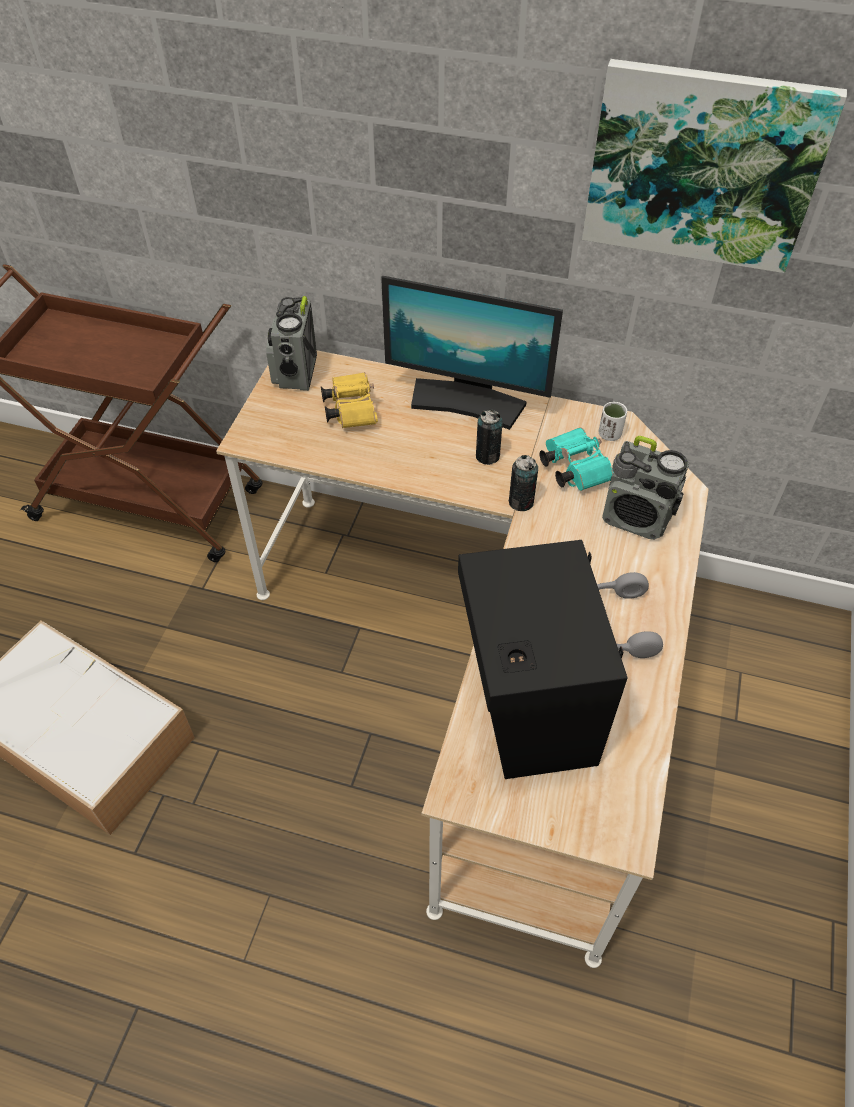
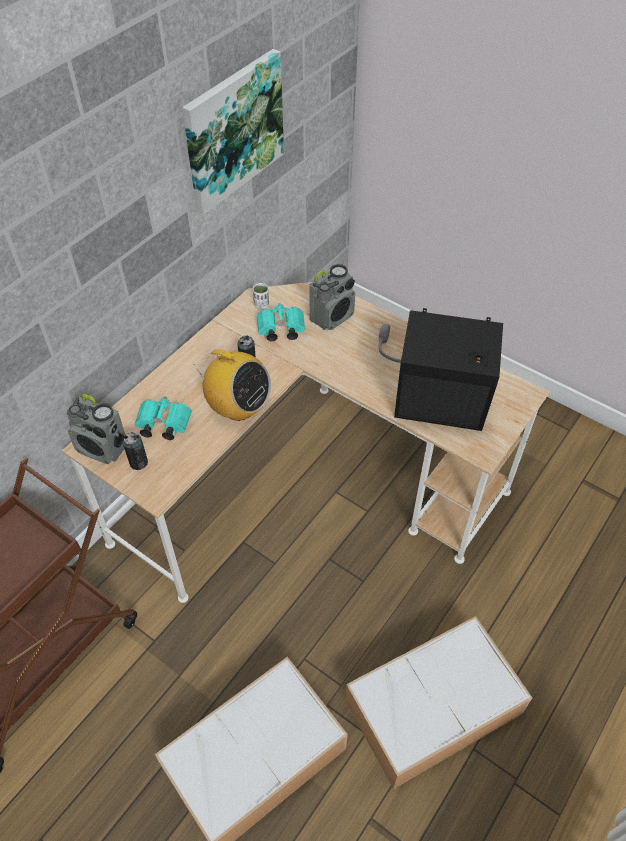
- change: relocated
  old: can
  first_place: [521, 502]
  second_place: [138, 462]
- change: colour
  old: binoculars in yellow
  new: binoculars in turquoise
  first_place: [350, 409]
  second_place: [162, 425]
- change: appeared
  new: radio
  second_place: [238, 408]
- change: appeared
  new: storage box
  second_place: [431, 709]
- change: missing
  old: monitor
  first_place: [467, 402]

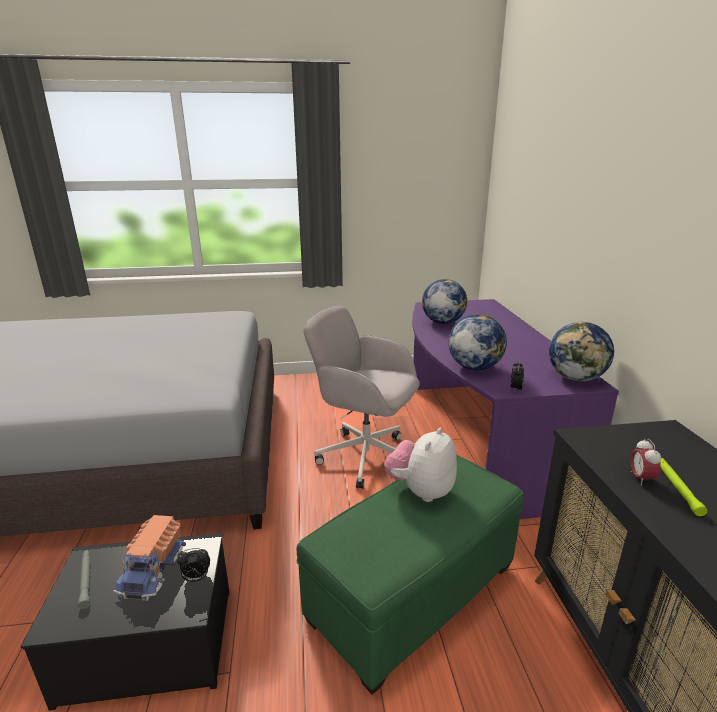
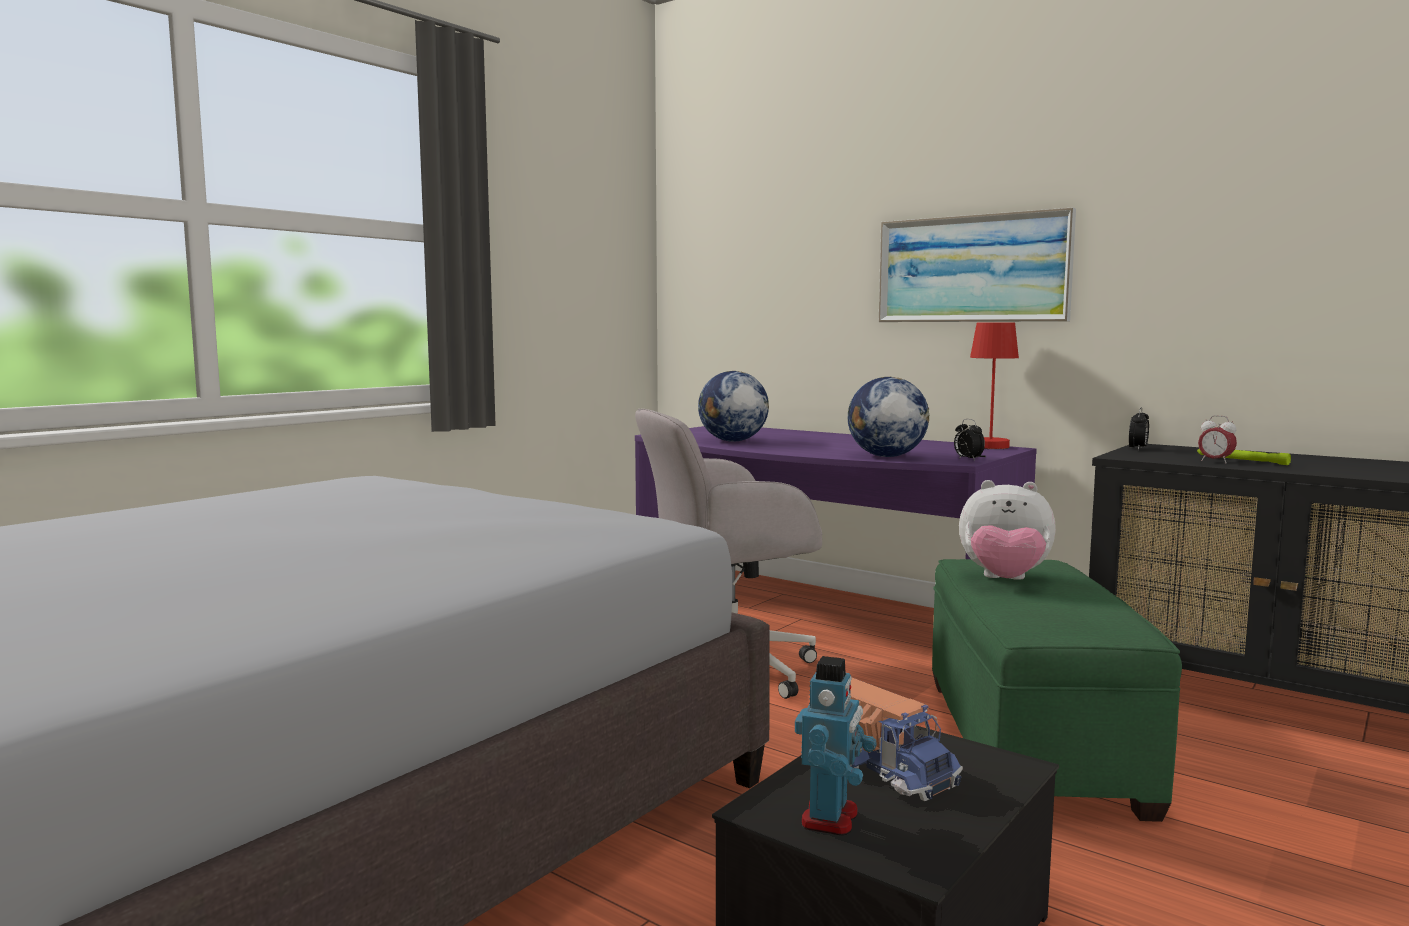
- change: exchanged
  old: flashlight in grey
  new: toy robot
  first_place: [86, 579]
  second_place: [831, 819]
- change: appeared
  new: picture
  second_place: [972, 269]
- change: spun
  old: plush toy
  first_place: [421, 490]
  second_place: [1004, 580]
  degrees: -60
- change: exchanged
  old: globe
  new: table lamp in red
  first_place: [576, 378]
  second_place: [986, 448]
- change: relocated
  old: alarm clock
  first_place: [196, 578]
  second_place: [1138, 449]

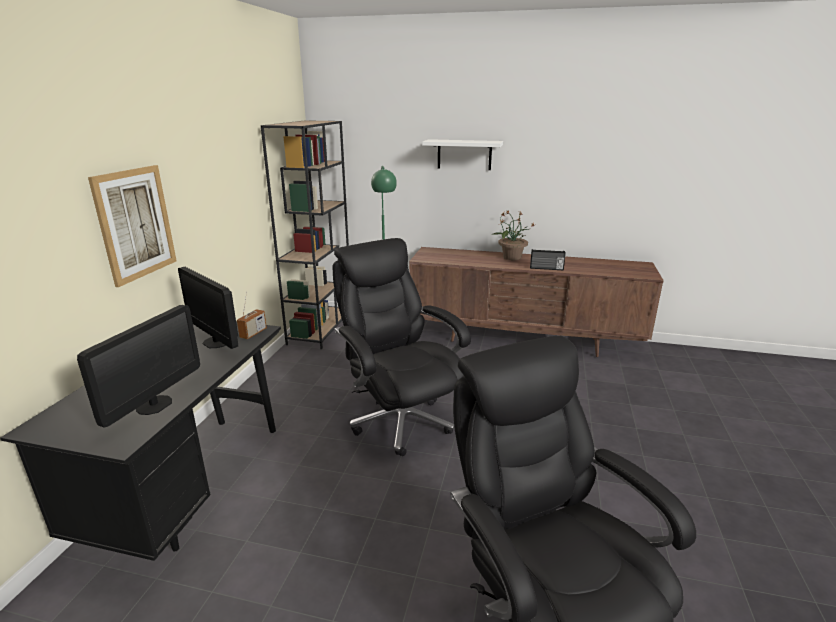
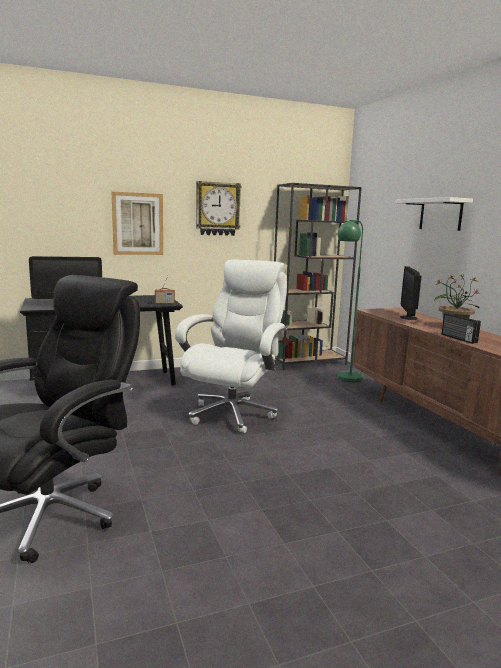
- change: colour
  old: office chair in black
  new: office chair in white
  first_place: [399, 421]
  second_place: [233, 413]
- change: appeared
  new: wall clock
  second_place: [217, 209]
- change: relocated
  old: monitor
  first_place: [216, 342]
  second_place: [408, 318]

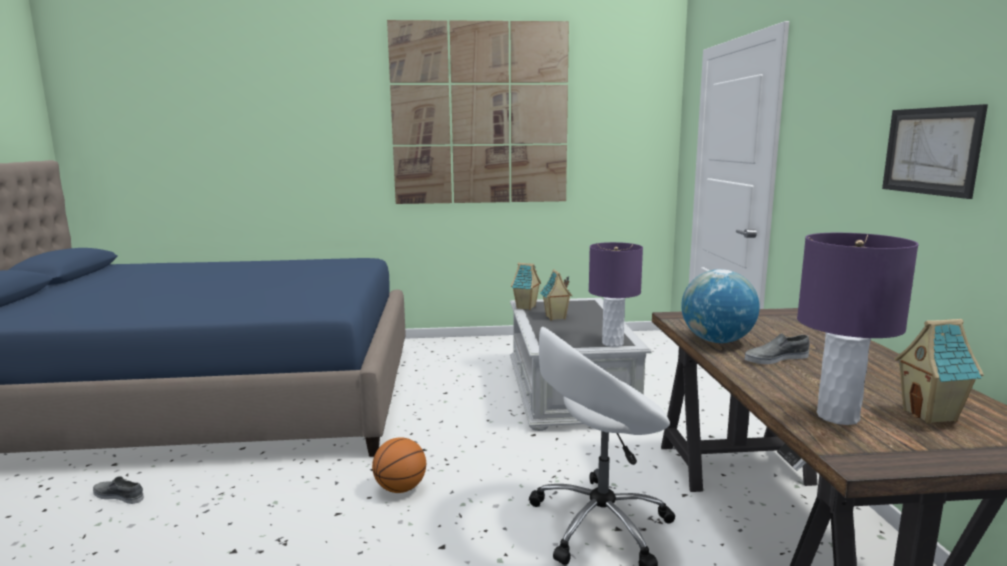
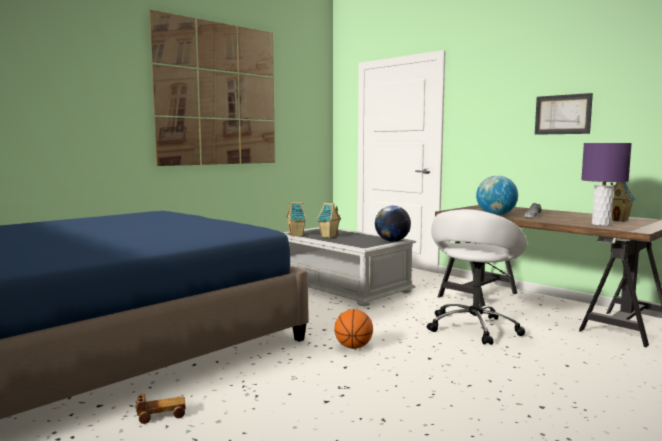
- change: exchanged
  old: shoe in grey
  new: toy car
  first_place: [119, 496]
  second_place: [161, 415]
- change: exchanged
  old: table lamp in purple
  new: globe
  first_place: [612, 343]
  second_place: [392, 241]

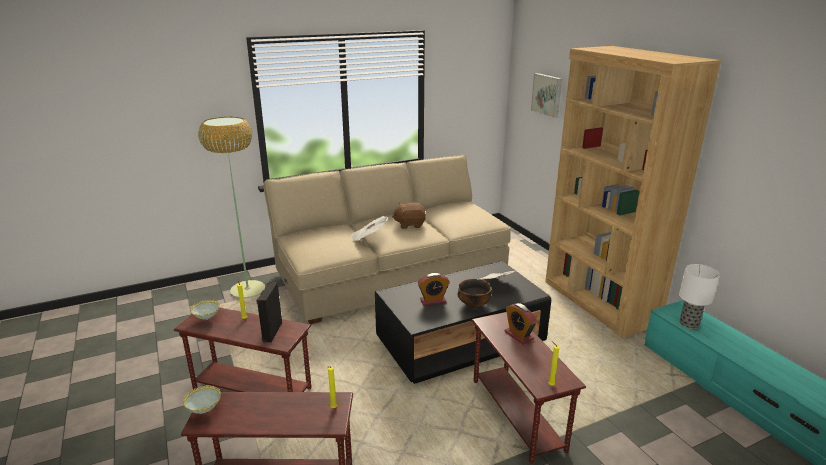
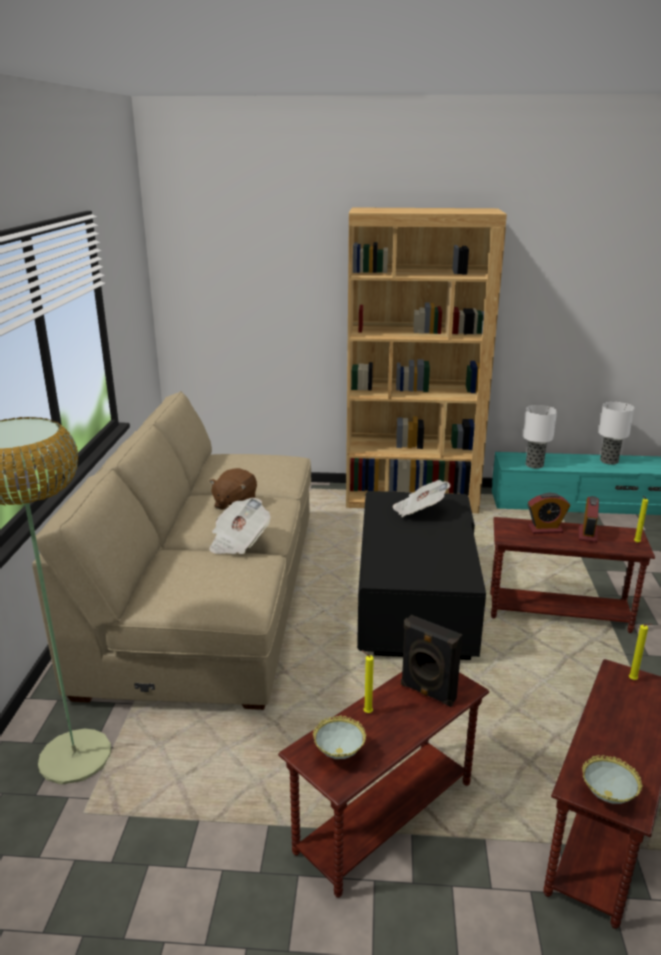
- change: relocated
  old: alarm clock
  first_place: [433, 301]
  second_place: [587, 534]
- change: appeared
  new: table lamp
  second_place: [609, 461]
- change: missing
  old: bowl
  first_place: [473, 305]
- change: missing
  old: picture
  first_place: [547, 95]

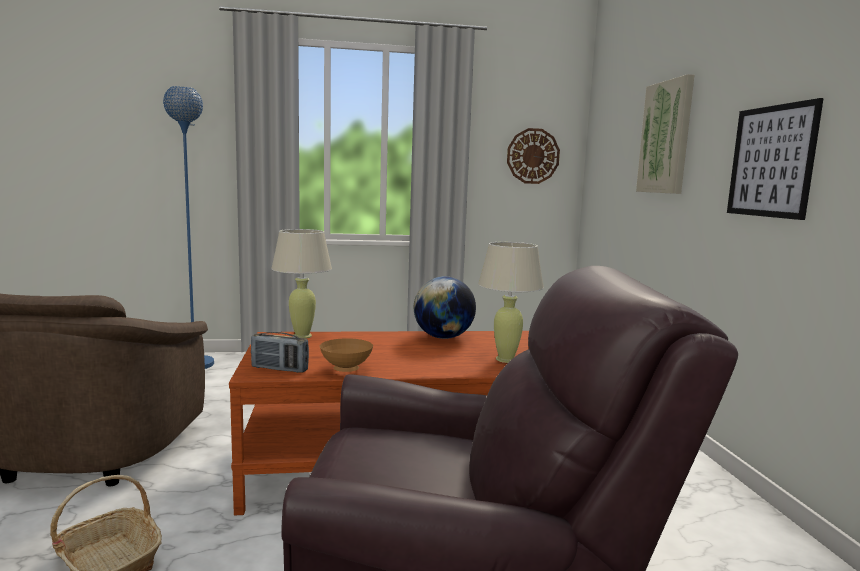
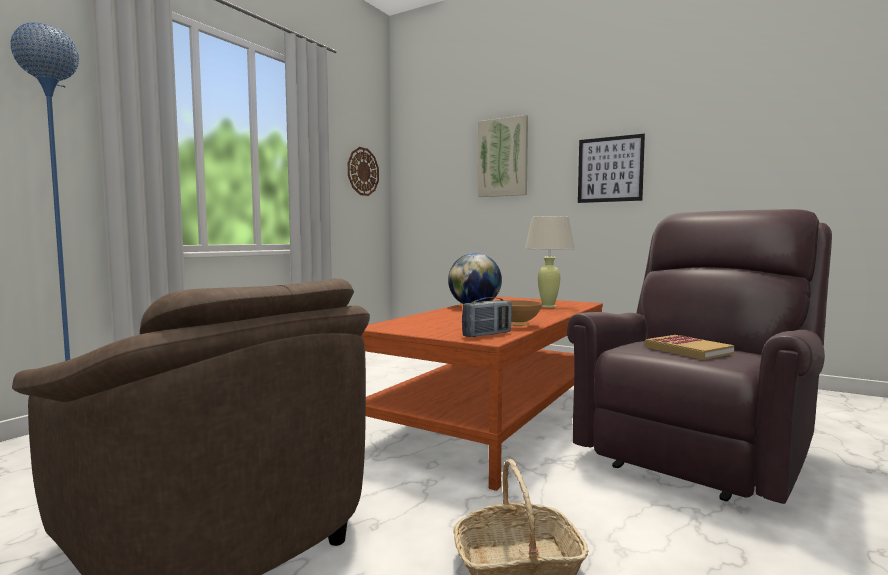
- change: appeared
  new: book
  second_place: [688, 350]
- change: missing
  old: table lamp in beige
  first_place: [302, 336]

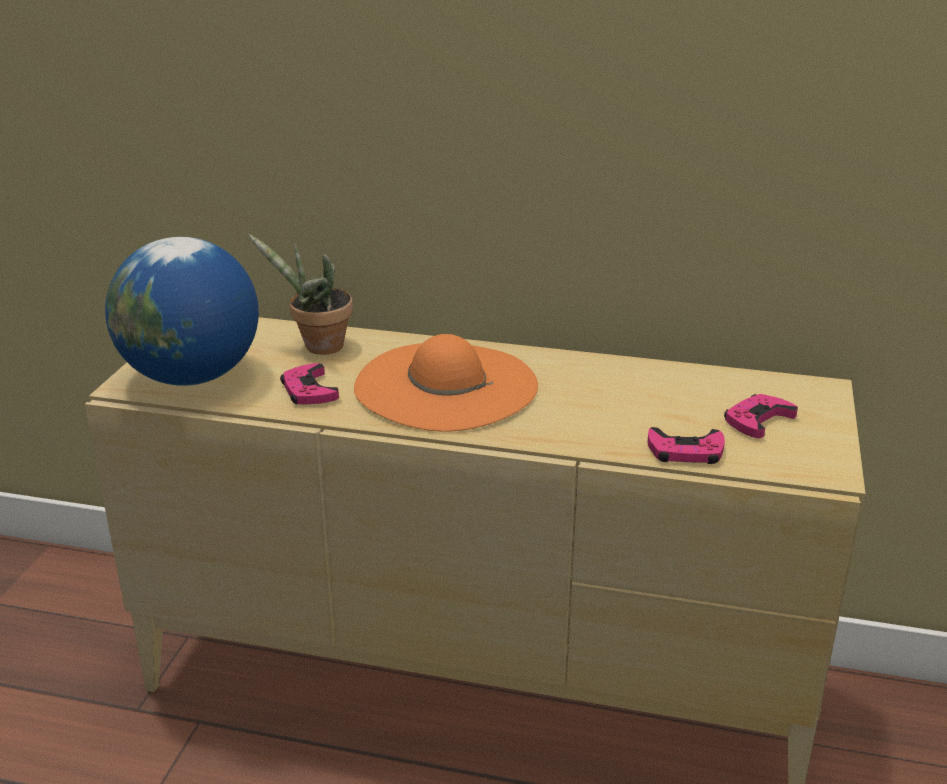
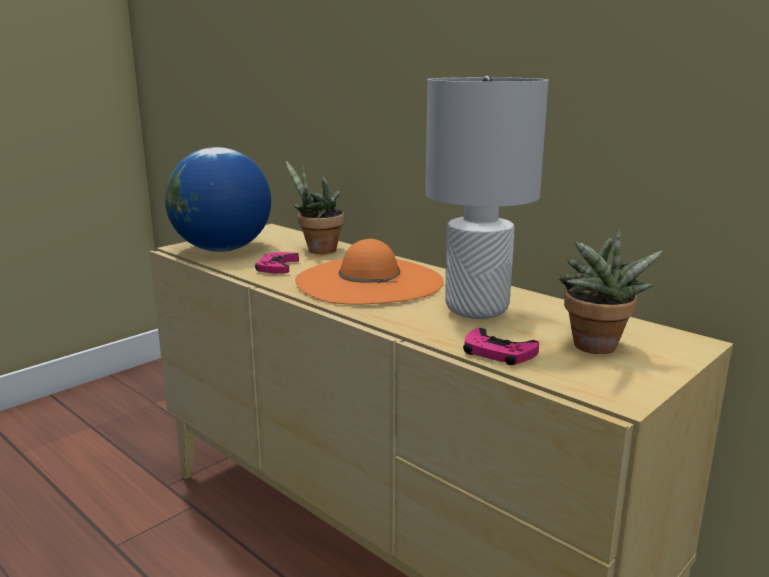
- change: appeared
  new: table lamp in grey
  second_place: [475, 313]
- change: exchanged
  old: game controller in pink
  new: potted plant
  first_place: [758, 420]
  second_place: [595, 349]

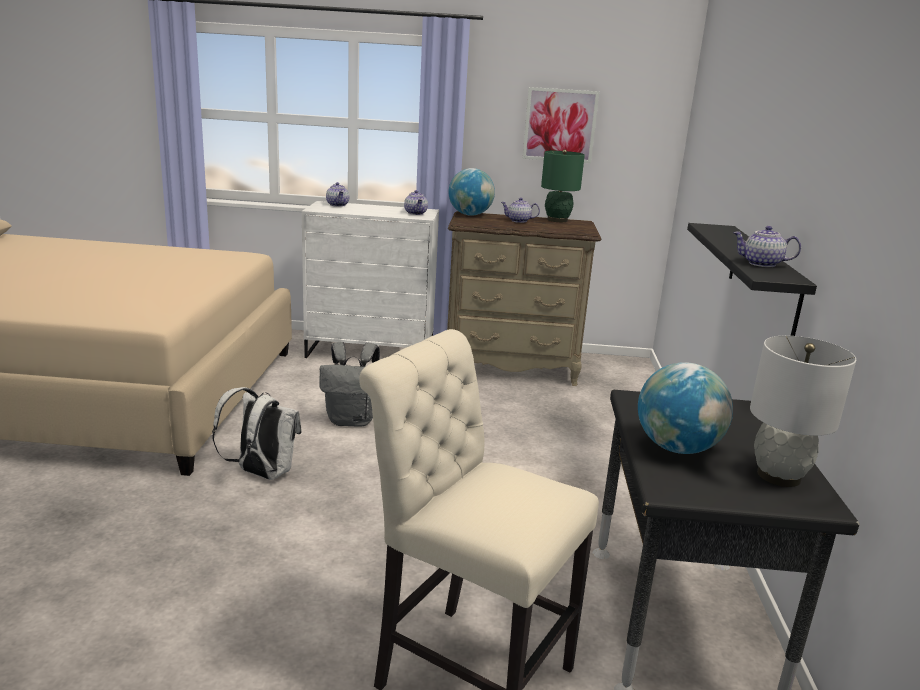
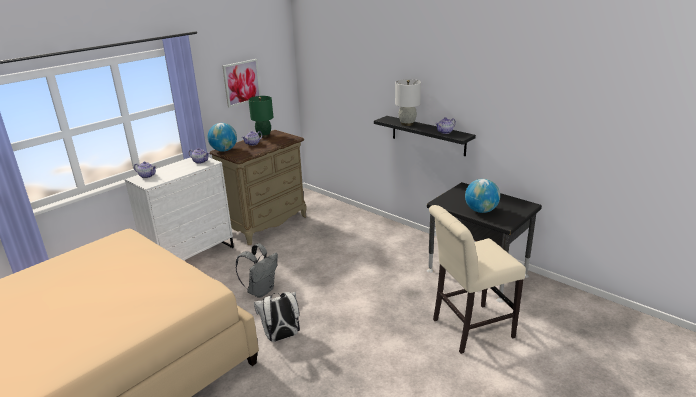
- change: relocated
  old: table lamp in white
  first_place: [778, 476]
  second_place: [407, 124]

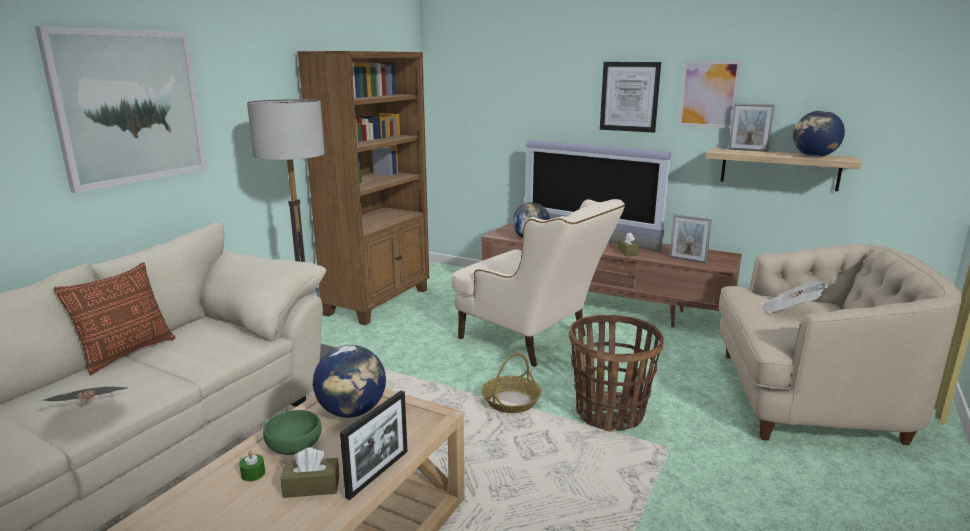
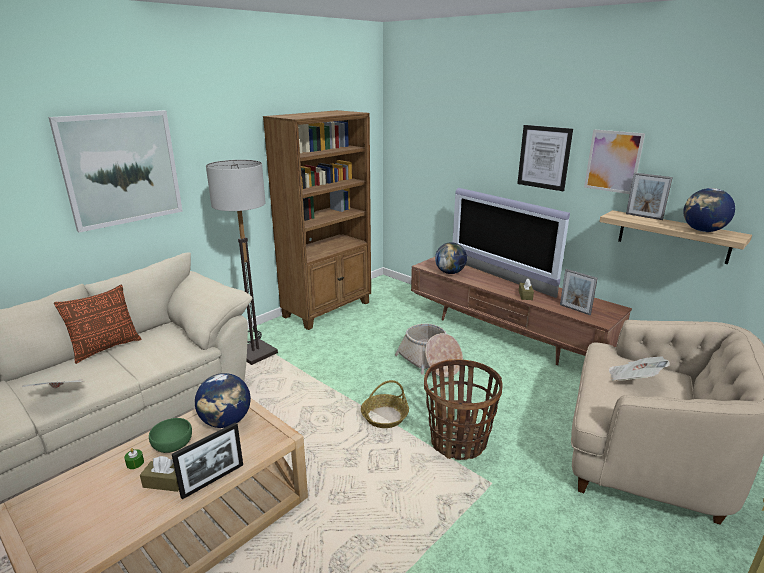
- change: exchanged
  old: armchair in beige
  new: basket
  first_place: [533, 340]
  second_place: [430, 362]

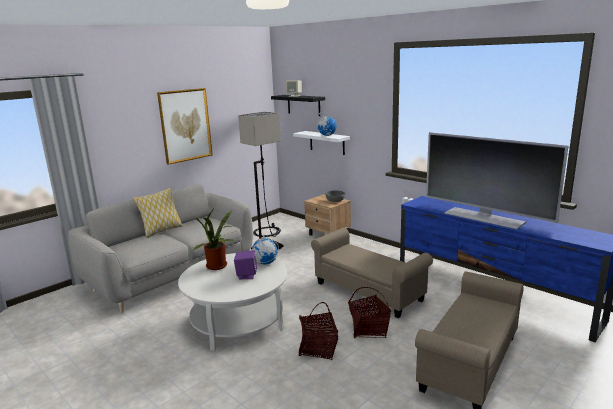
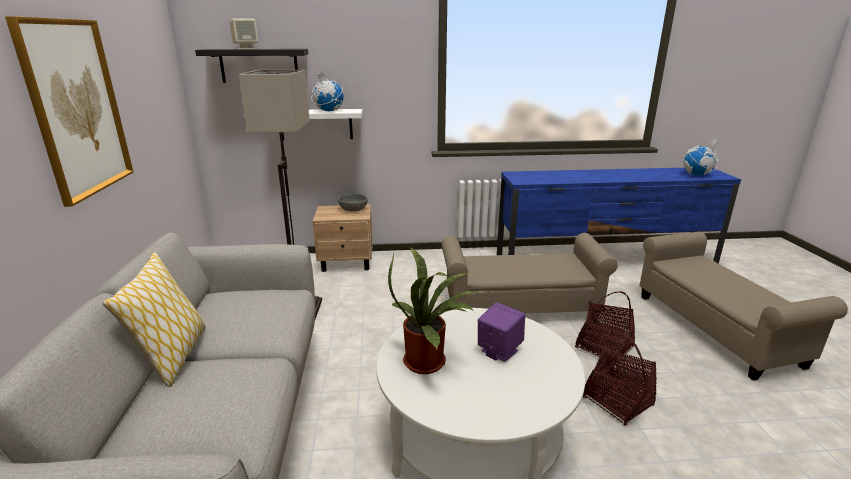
- change: relocated
  old: globe
  first_place: [265, 263]
  second_place: [697, 175]
- change: missing
  old: television
  first_place: [484, 217]

